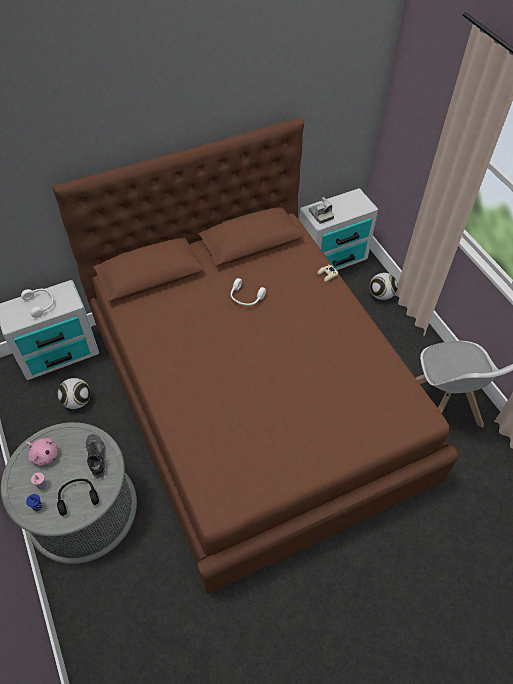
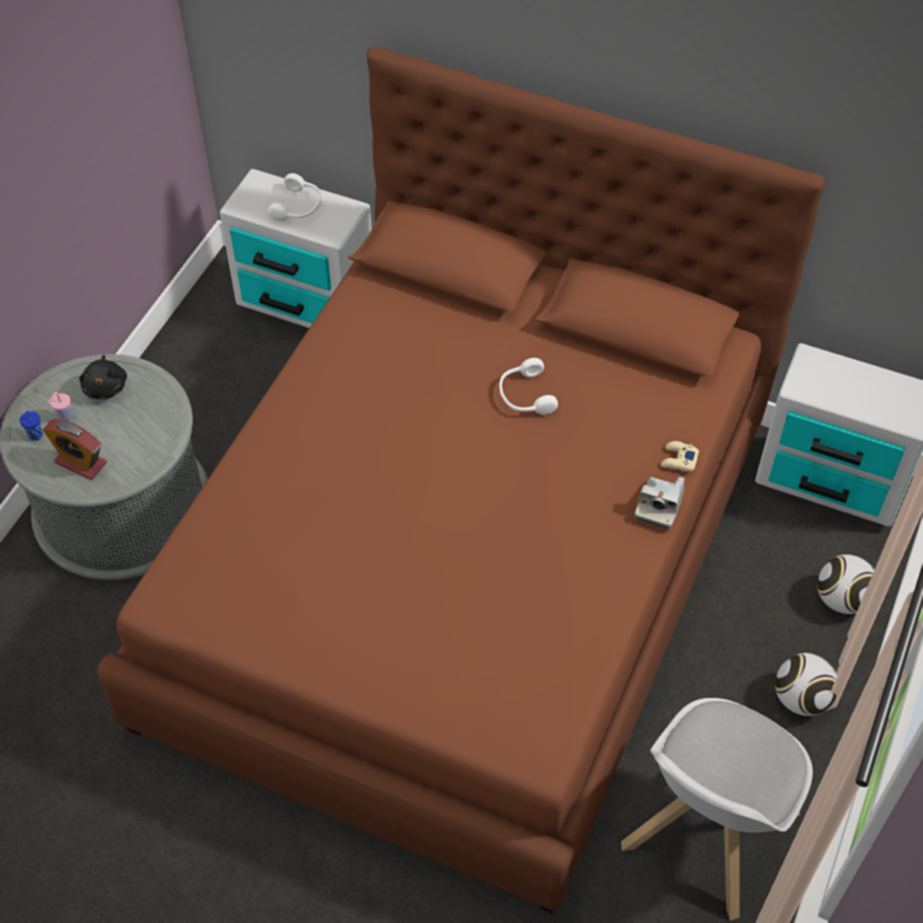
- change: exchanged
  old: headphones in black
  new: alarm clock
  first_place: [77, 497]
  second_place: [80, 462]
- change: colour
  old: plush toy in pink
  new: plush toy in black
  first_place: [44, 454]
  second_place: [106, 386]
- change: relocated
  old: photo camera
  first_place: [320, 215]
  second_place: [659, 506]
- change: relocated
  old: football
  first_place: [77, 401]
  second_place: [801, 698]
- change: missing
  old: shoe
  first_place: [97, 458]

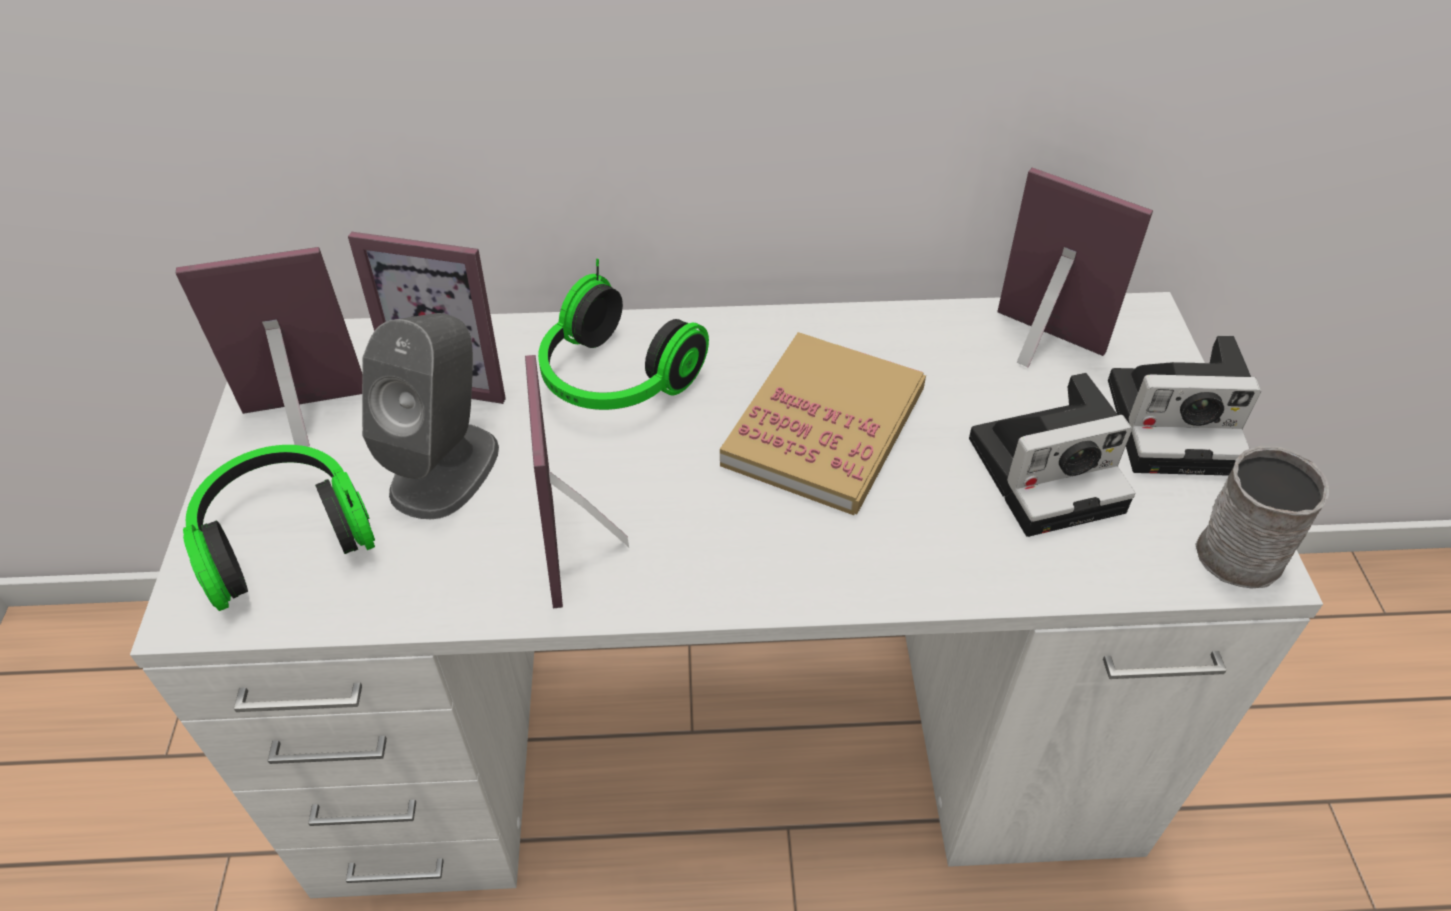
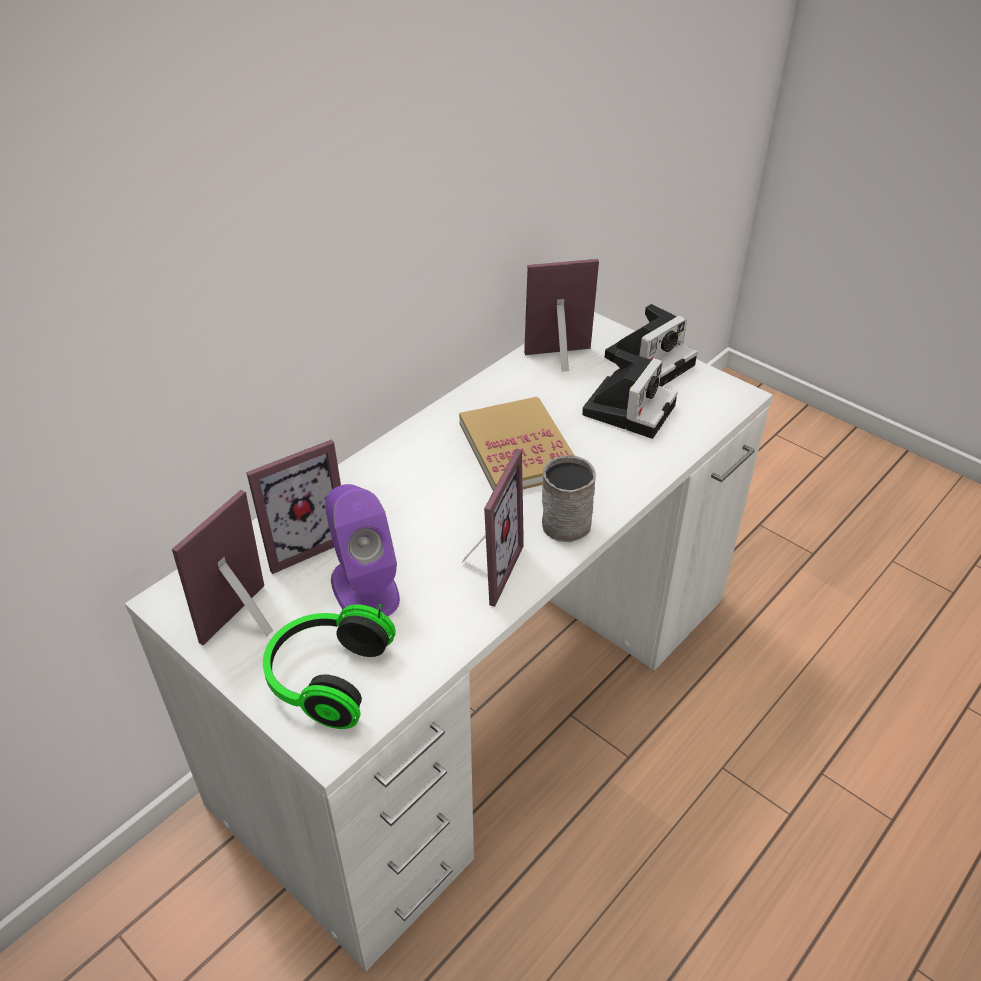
- change: colour
  old: speaker in grey
  new: speaker in purple
  first_place: [445, 468]
  second_place: [364, 588]
- change: spun
  old: picture frame
  first_place: [588, 547]
  second_place: [485, 569]
  degrees: -105
- change: relocated
  old: mug in grey
  first_place: [1247, 547]
  second_place: [566, 518]
- change: missing
  old: headphones
  first_place: [614, 380]

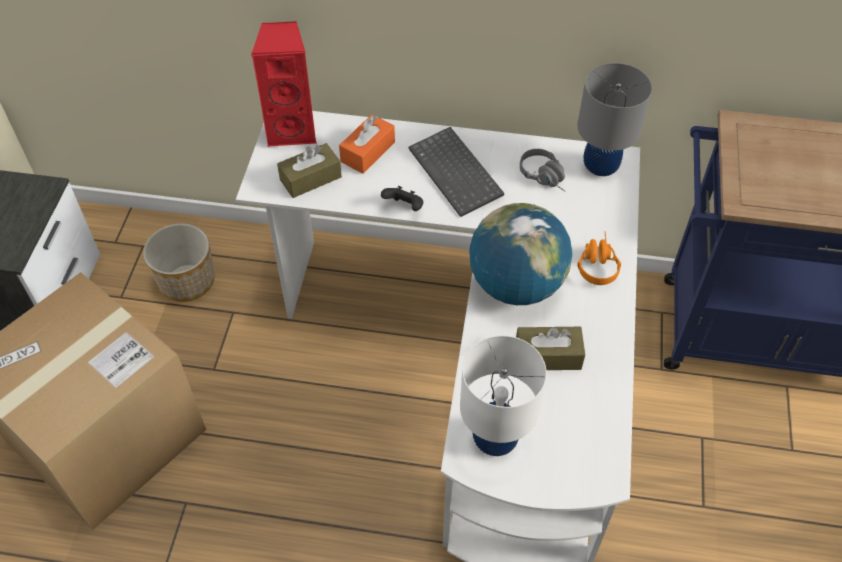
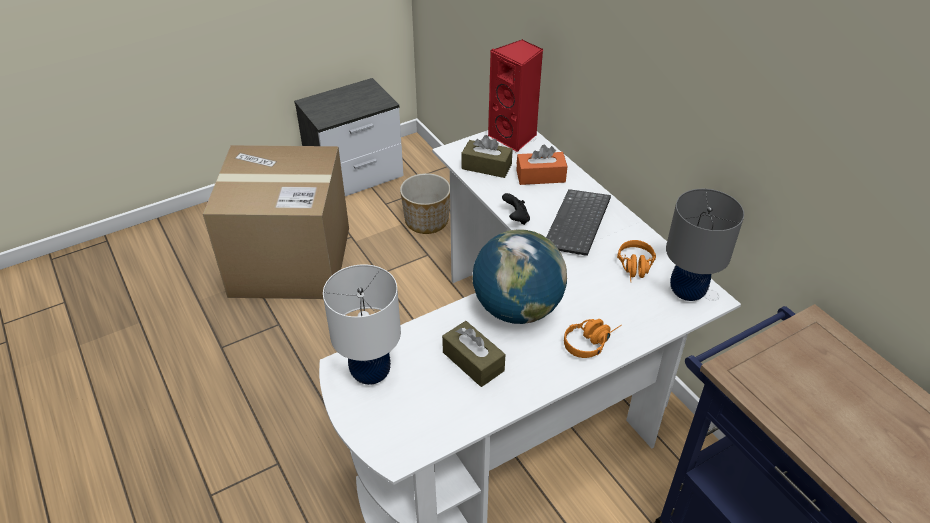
- change: colour
  old: headphones in grey
  new: headphones in orange
  first_place: [546, 178]
  second_place: [635, 269]

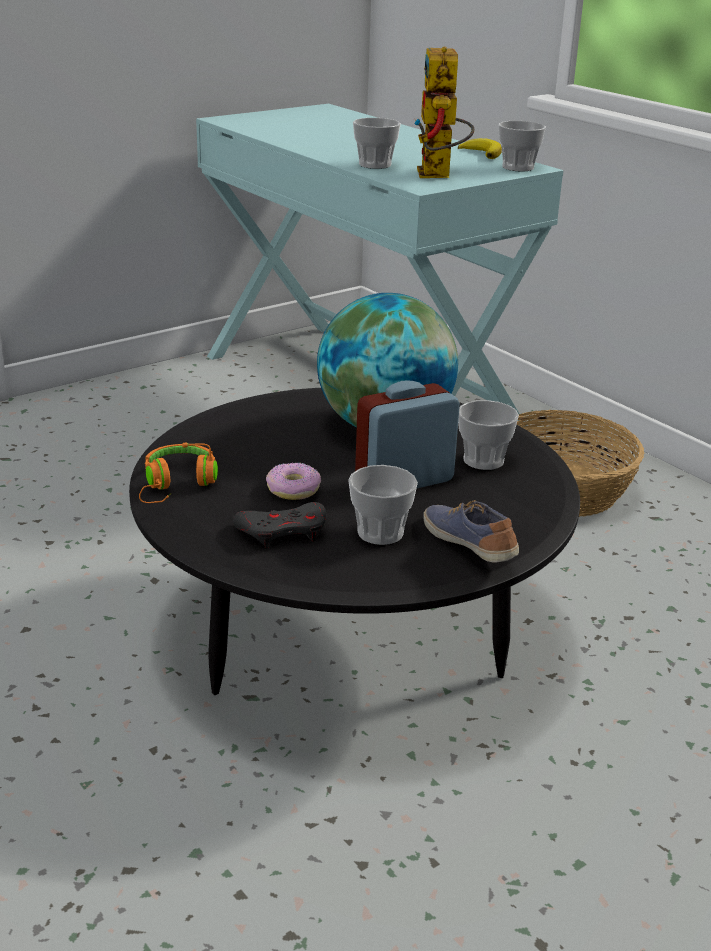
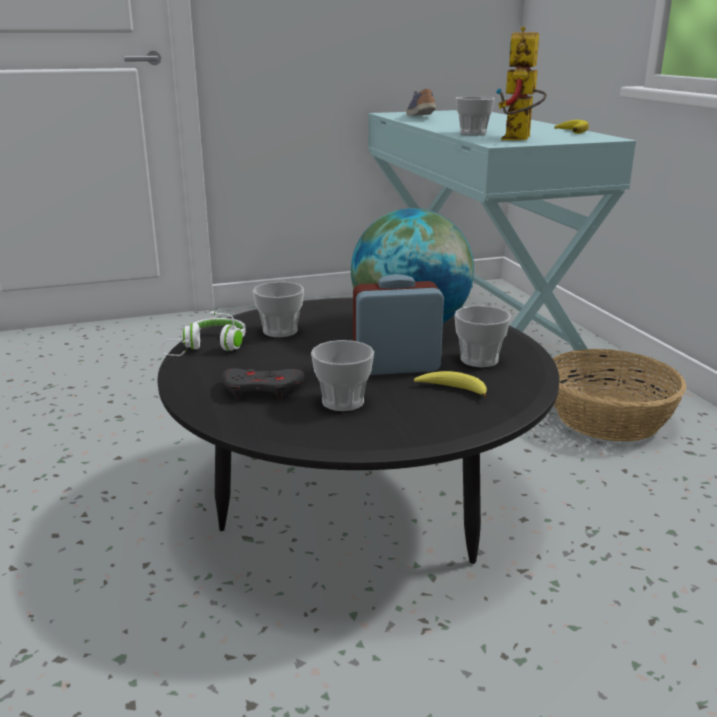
- change: colour
  old: headphones in orange
  new: headphones in white
  first_place: [177, 485]
  second_place: [209, 348]
- change: relocated
  old: cup
  first_place: [518, 167]
  second_place: [280, 331]
- change: relocated
  old: shoe
  first_place: [470, 546]
  second_place: [421, 117]
- change: appeared
  new: banana
  second_place: [452, 389]
- change: missing
  old: donut
  first_place: [293, 489]

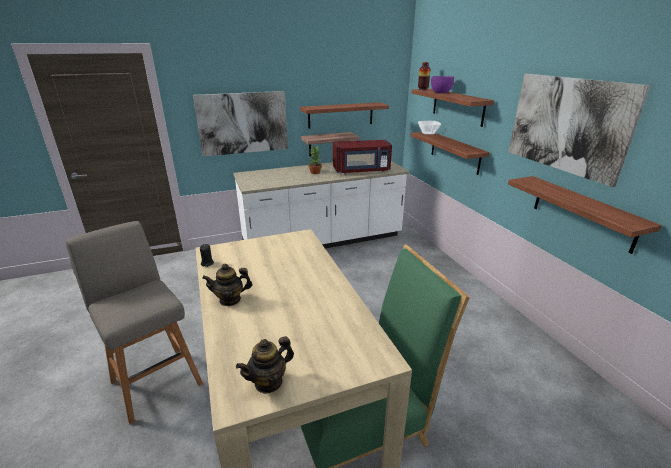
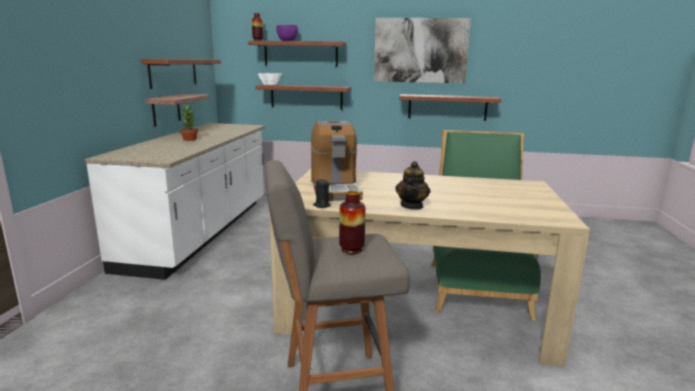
- change: appeared
  new: coffee machine
  second_place: [334, 189]
- change: appeared
  new: vase
  second_place: [351, 249]
- change: missing
  old: picture
  first_place: [243, 123]
- change: missing
  old: teapot
  first_place: [268, 382]
- change: missing
  old: microwave in red
  first_place: [361, 170]

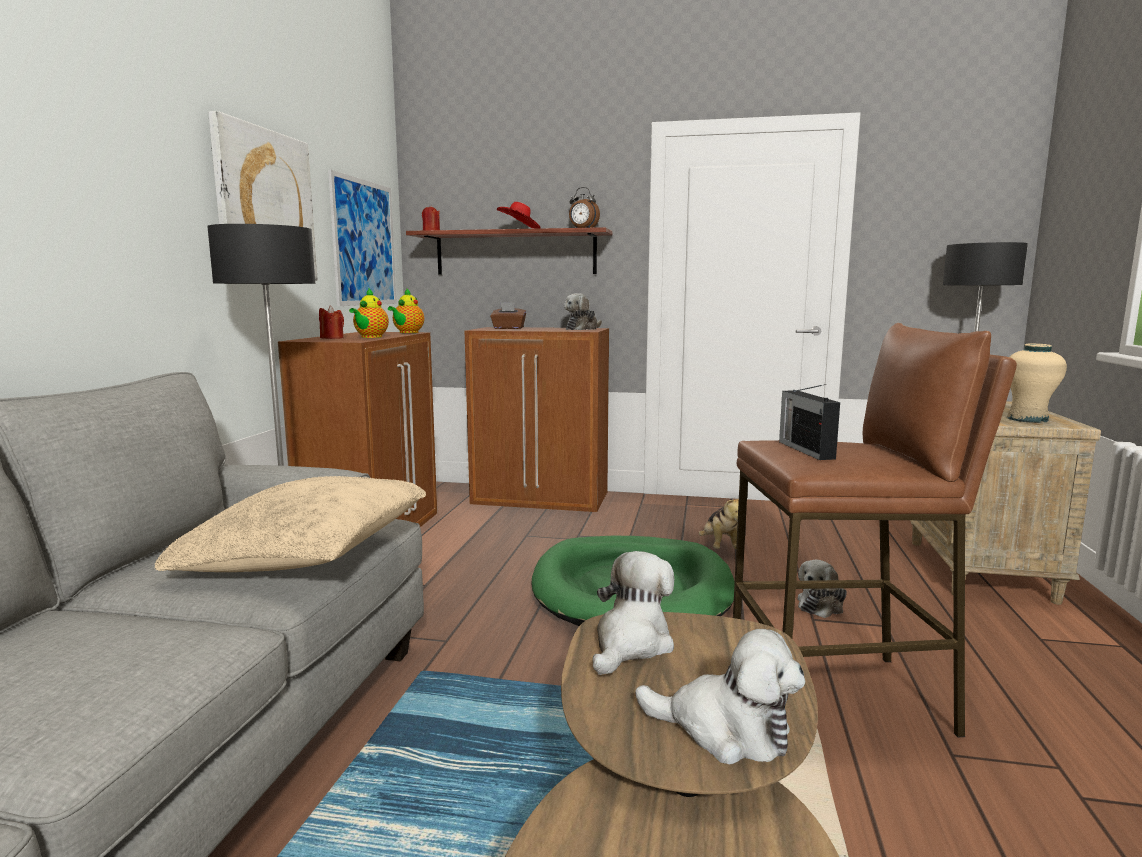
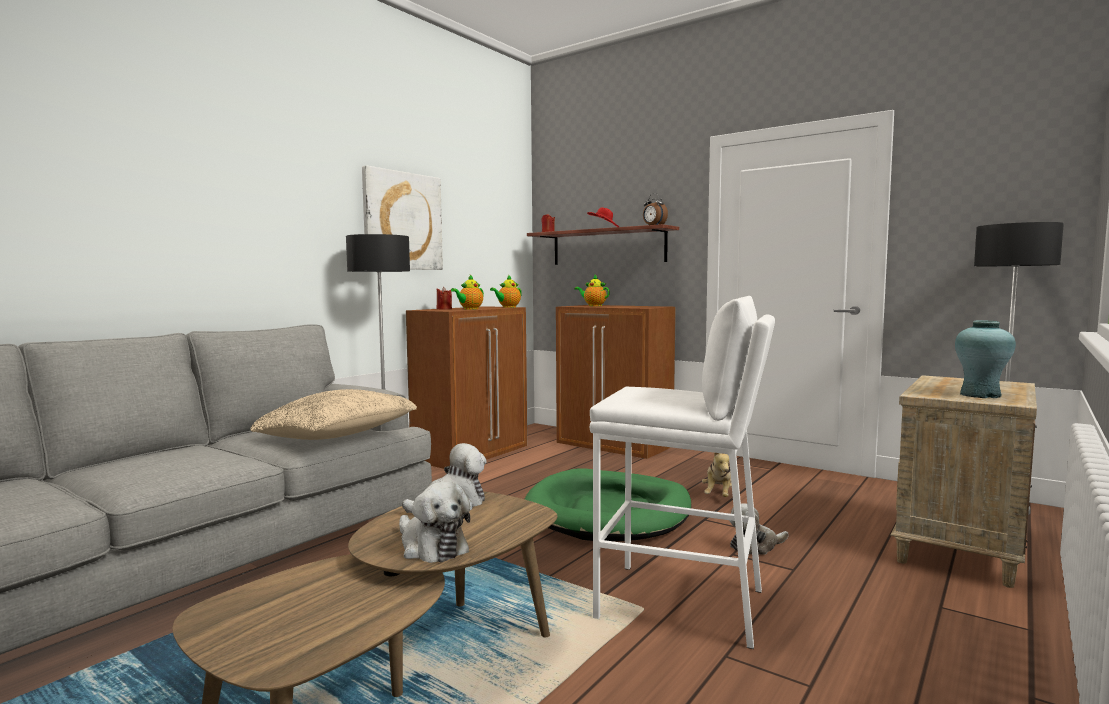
- change: exchanged
  old: tissue box in brown
  new: teapot
  first_place: [508, 328]
  second_place: [593, 305]
- change: colour
  old: stool in brown
  new: stool in white
  first_place: [839, 698]
  second_place: [681, 604]
- change: colour
  old: vase in beige
  new: vase in turquoise
  first_place: [1027, 419]
  second_place: [980, 395]
- change: missing
  old: picture
  first_place: [364, 243]
- change: missing
  old: plush toy
  first_place: [583, 329]
- change: missing
  old: radio
  first_place: [805, 449]

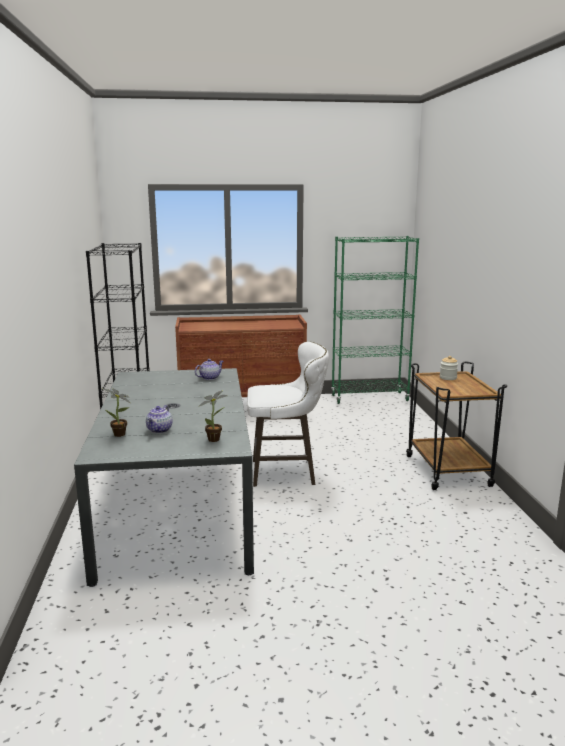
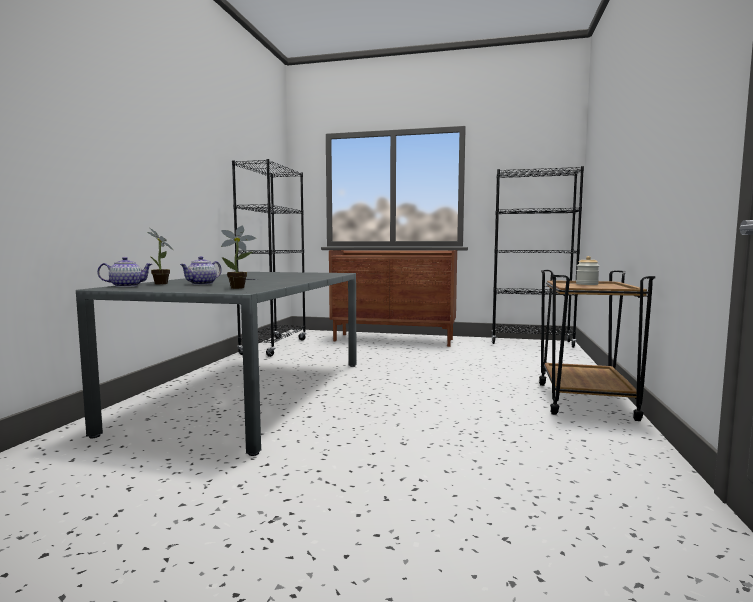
- change: relocated
  old: teapot
  first_place: [209, 378]
  second_place: [126, 286]
- change: colour
  old: bookcase in green
  new: bookcase in black
  first_place: [369, 398]
  second_place: [531, 343]
- change: missing
  old: stool in white
  first_place: [287, 472]

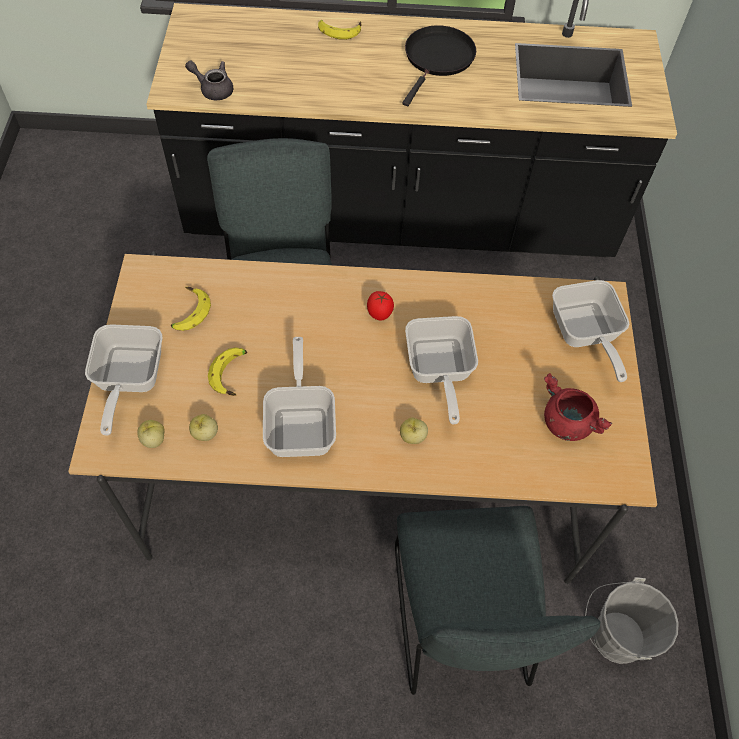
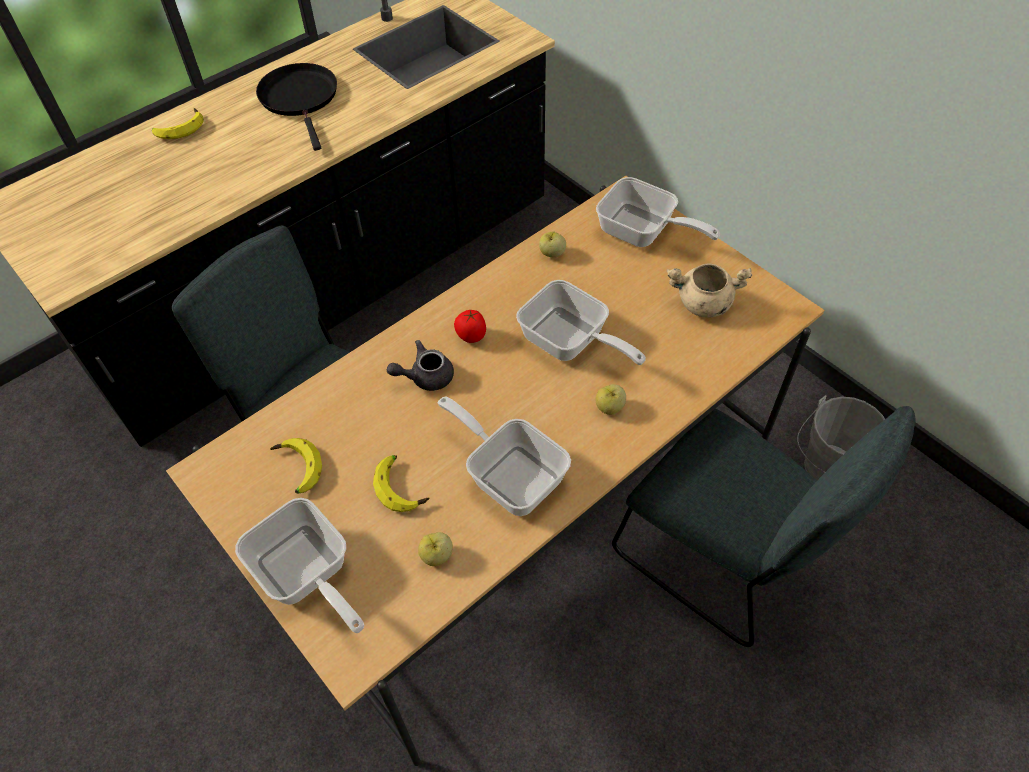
- change: relocated
  old: teapot in grey
  first_place: [213, 89]
  second_place: [425, 377]
- change: relocated
  old: apple
  first_place: [153, 439]
  second_place: [552, 253]
- change: colour
  old: cooking pot in red
  new: cooking pot in beige
  first_place: [565, 422]
  second_place: [703, 304]

